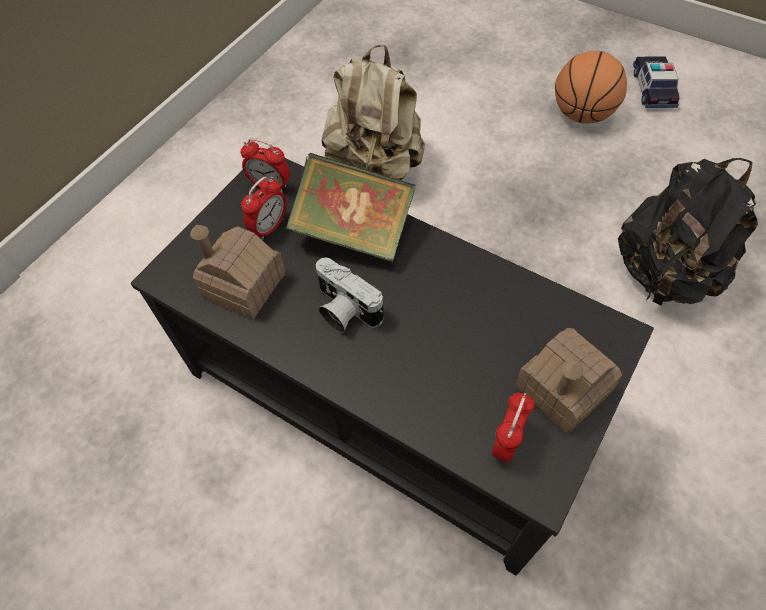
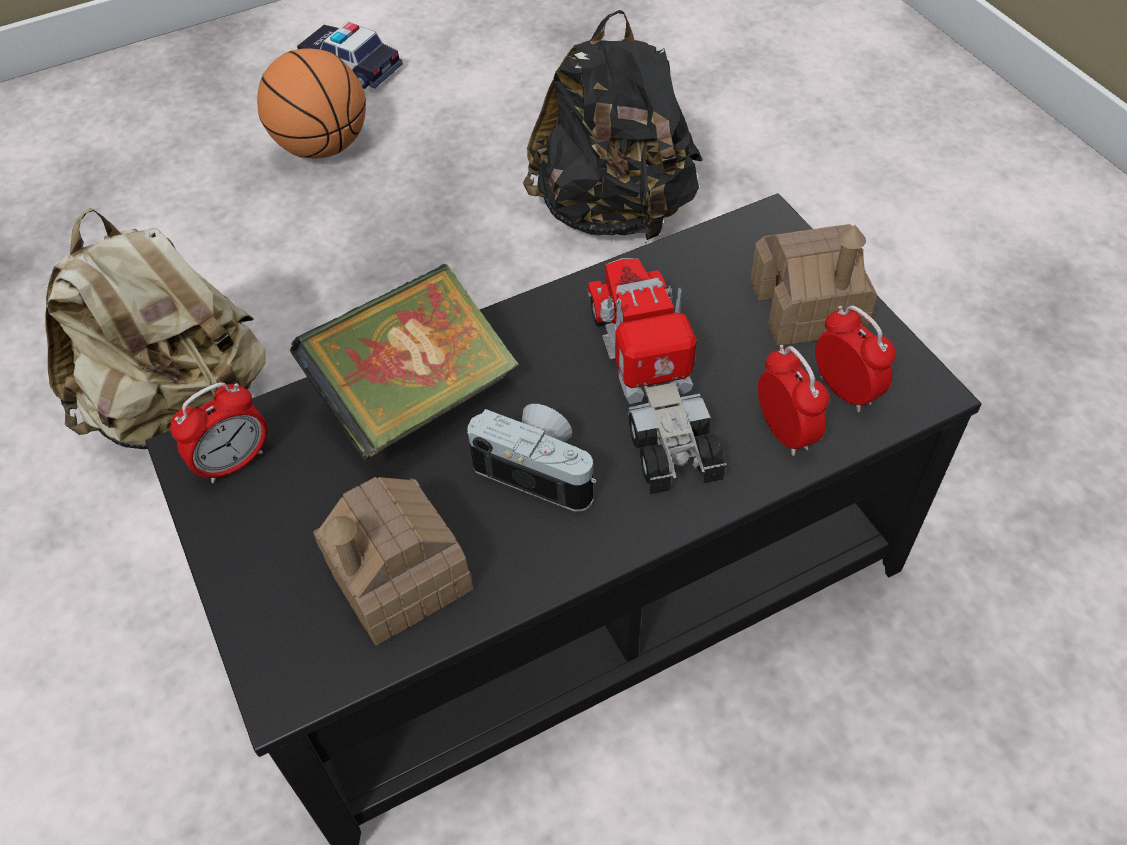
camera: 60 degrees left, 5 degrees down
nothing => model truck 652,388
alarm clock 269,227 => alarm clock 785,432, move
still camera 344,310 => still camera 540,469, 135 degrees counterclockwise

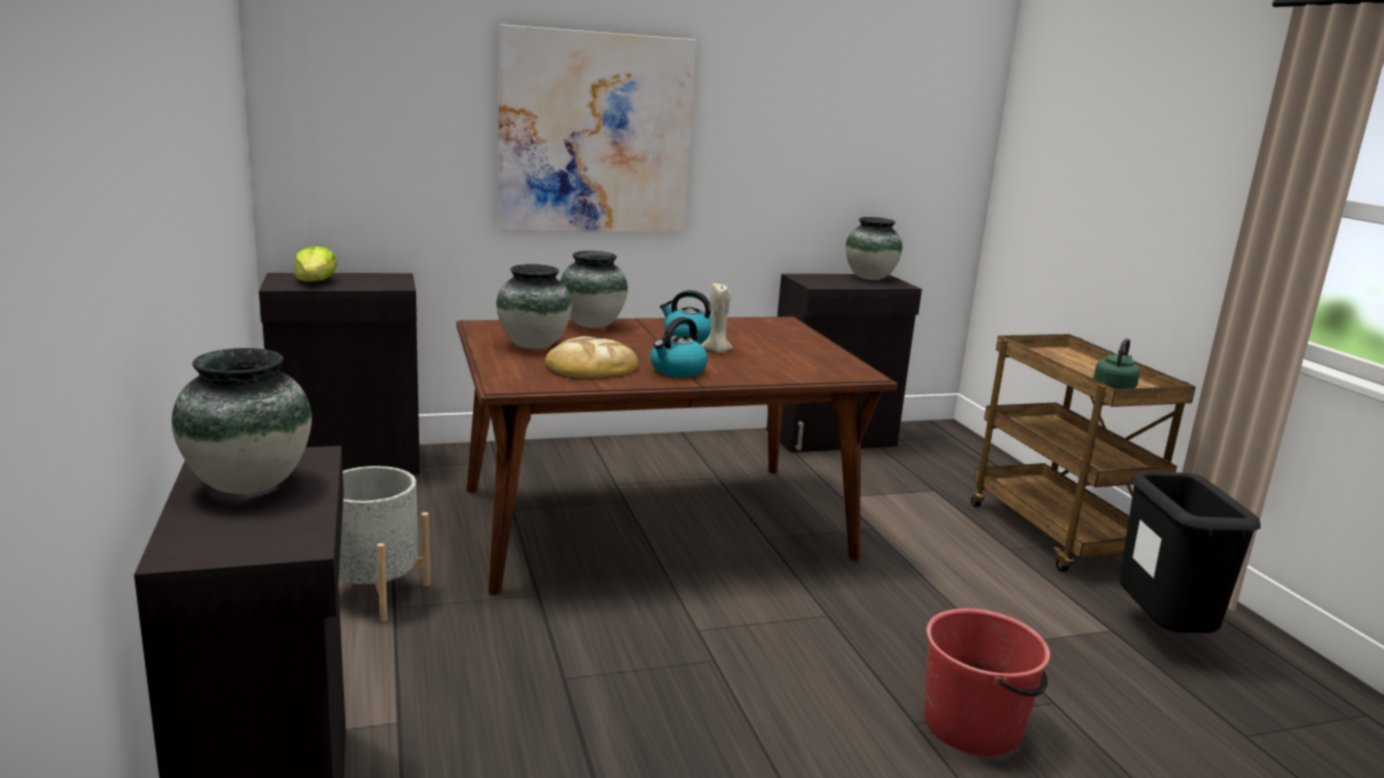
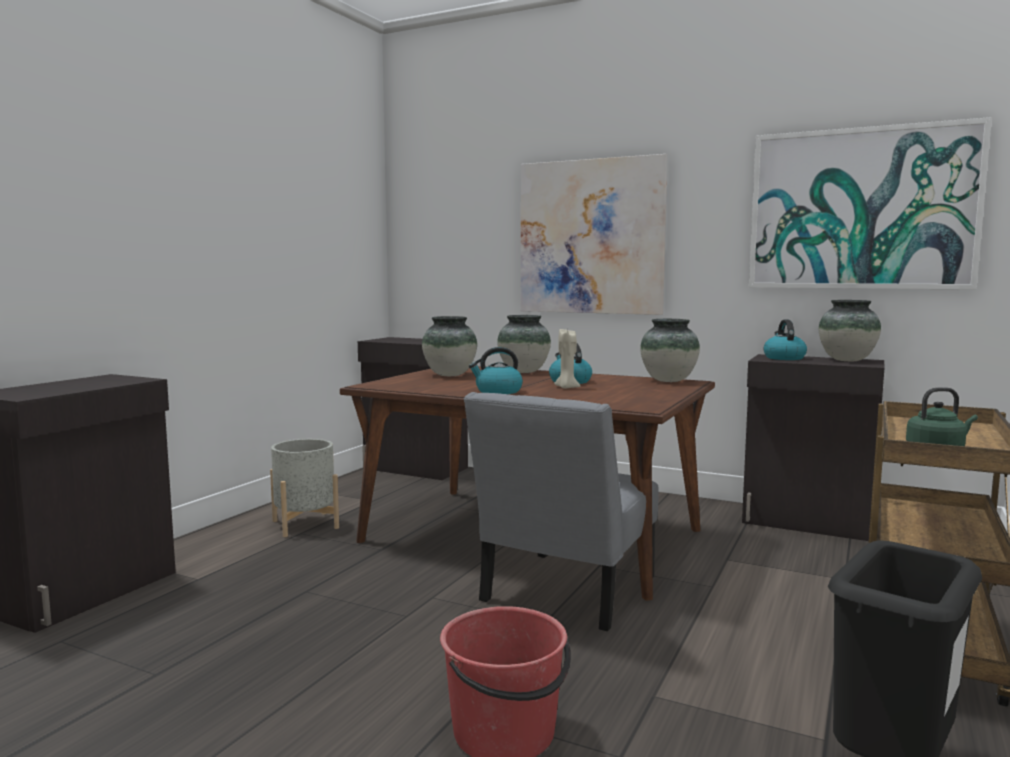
camera: 45 degrees right, 10 degrees down
head of lettuce 315,282 => nothing
bread 590,366 => nothing
nothing => gray chair 564,593
nothing => wall picture 861,209
nothing => water kettle 783,358
vase 248,485 => vase 668,380, move

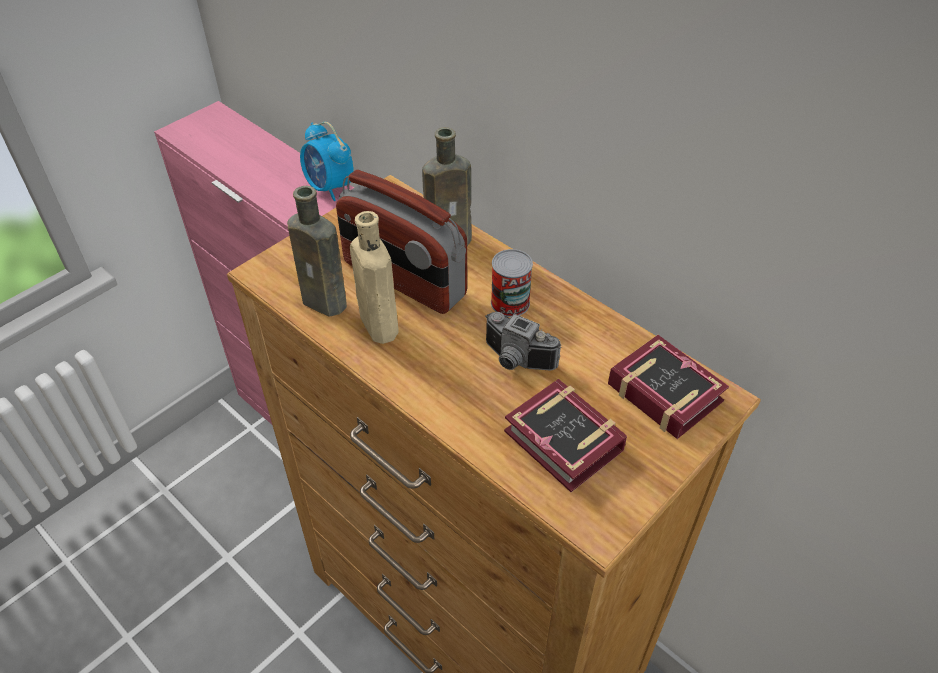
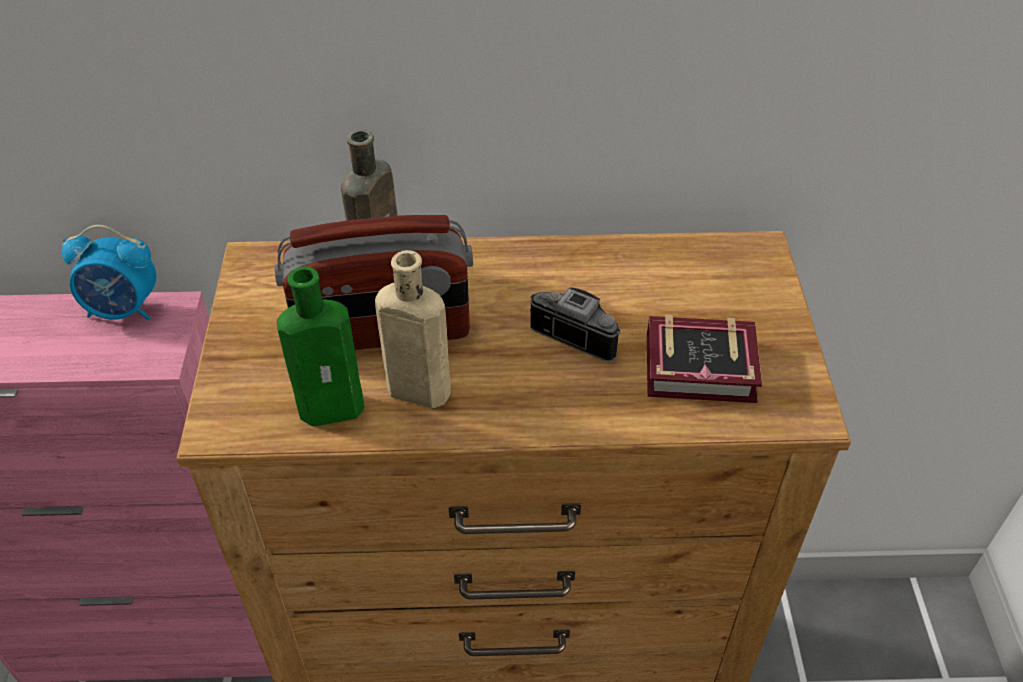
camera: 45 degrees left, 0 degrees up
sealed can 510,303 => nothing
volume 663,389 => nothing
brown bottle 327,303 => green bottle 336,407
still camera 515,361 => still camera 579,332, 135 degrees counterclockwise

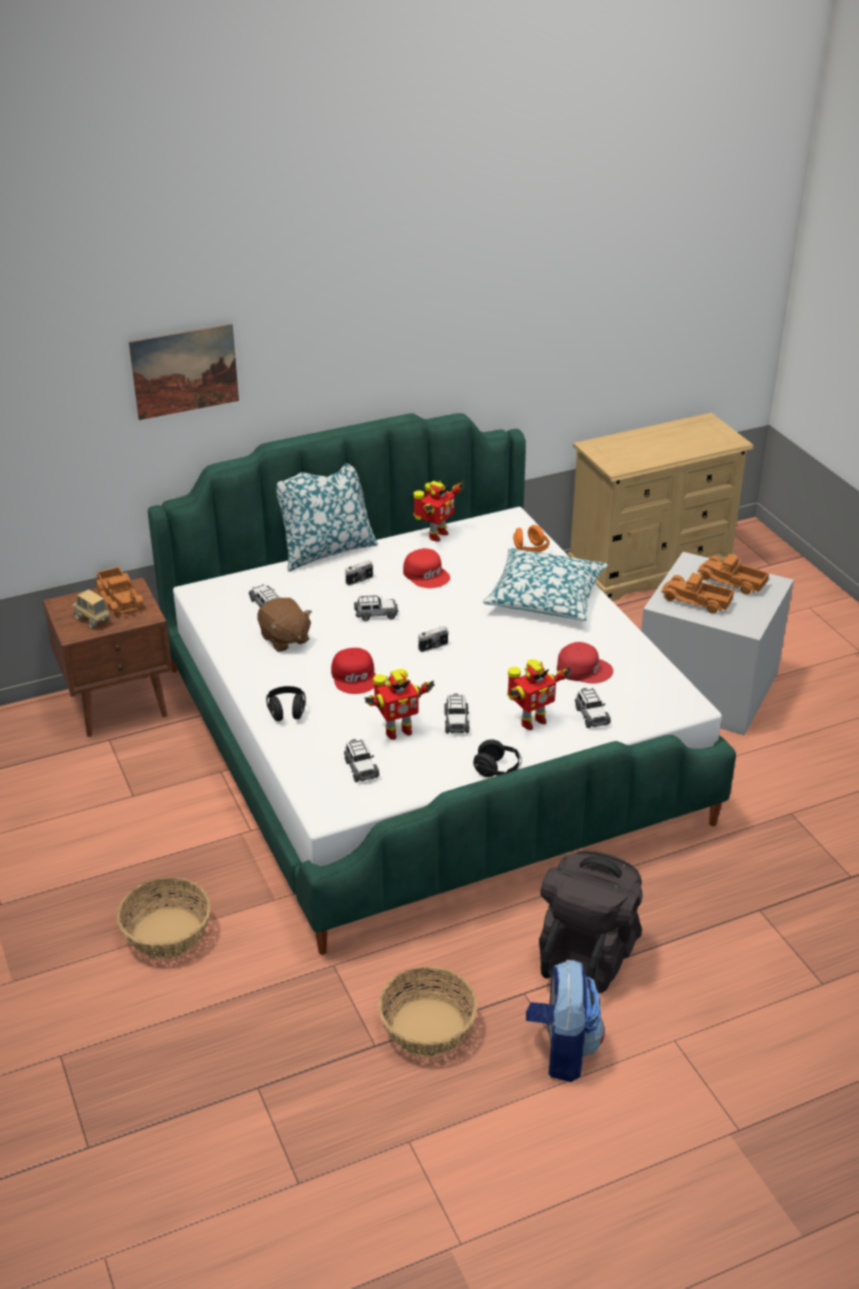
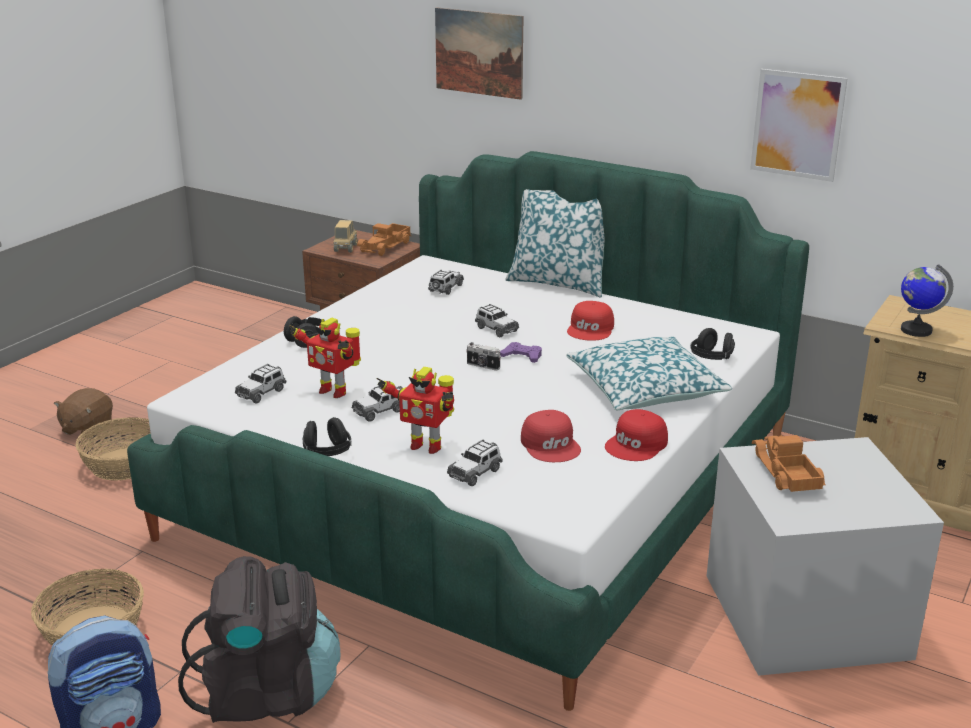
camera: 55 degrees right, 10 degrees down
still camera 360,580 => nothing
robot figure 436,535 => nothing
model truck 731,582 => nothing
nothing => purple gamepad 522,356
nothing => wall picture 797,125
nothing => desk globe 915,330
brown cuddly toy 284,639 => brown cuddly toy 87,428, move
red-coloured peaked cap 355,676 => red-coloured peaked cap 637,444, move
orangey pair of headphones 530,550 => black pair of headphones 711,358

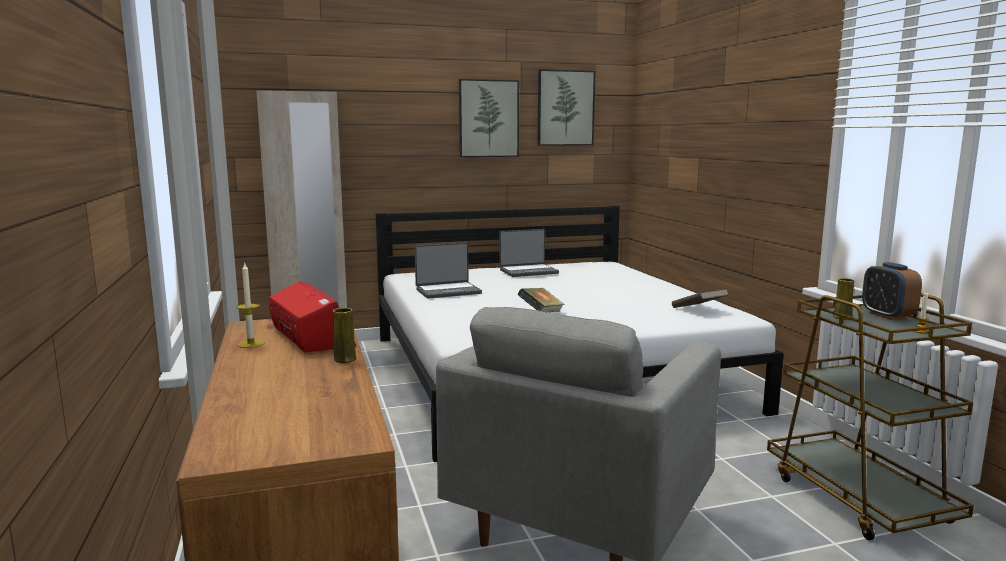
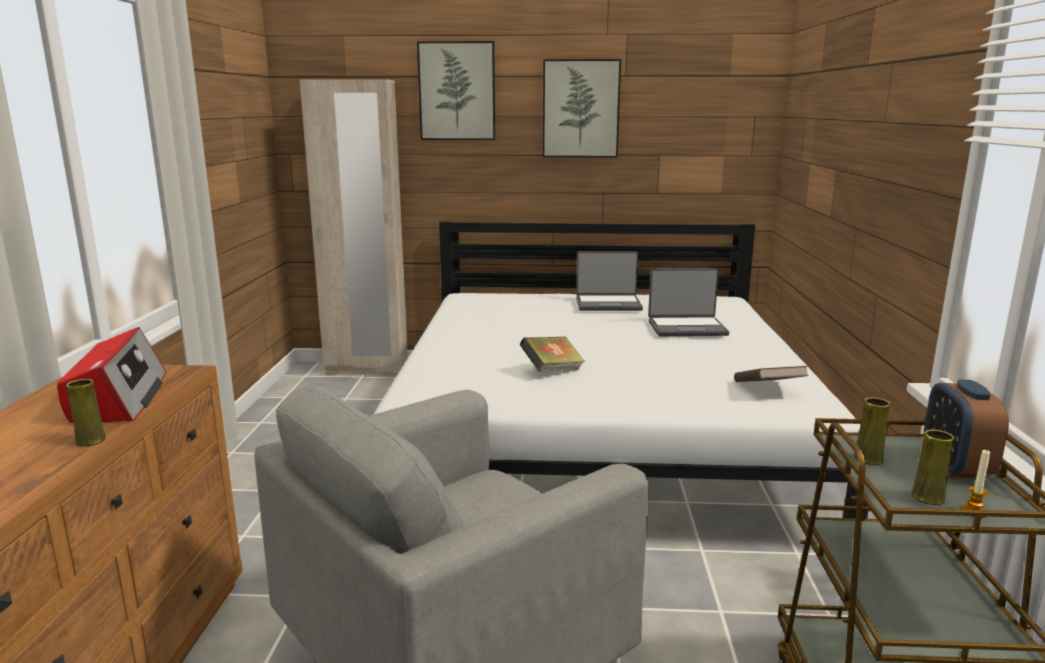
camera: 20 degrees right, 5 degrees up
candle 251,344 => nothing
nothing => yellow-coloured vase 928,498
laptop 448,291 => laptop 687,328, move
wall picture 565,108 => wall picture 457,91, move

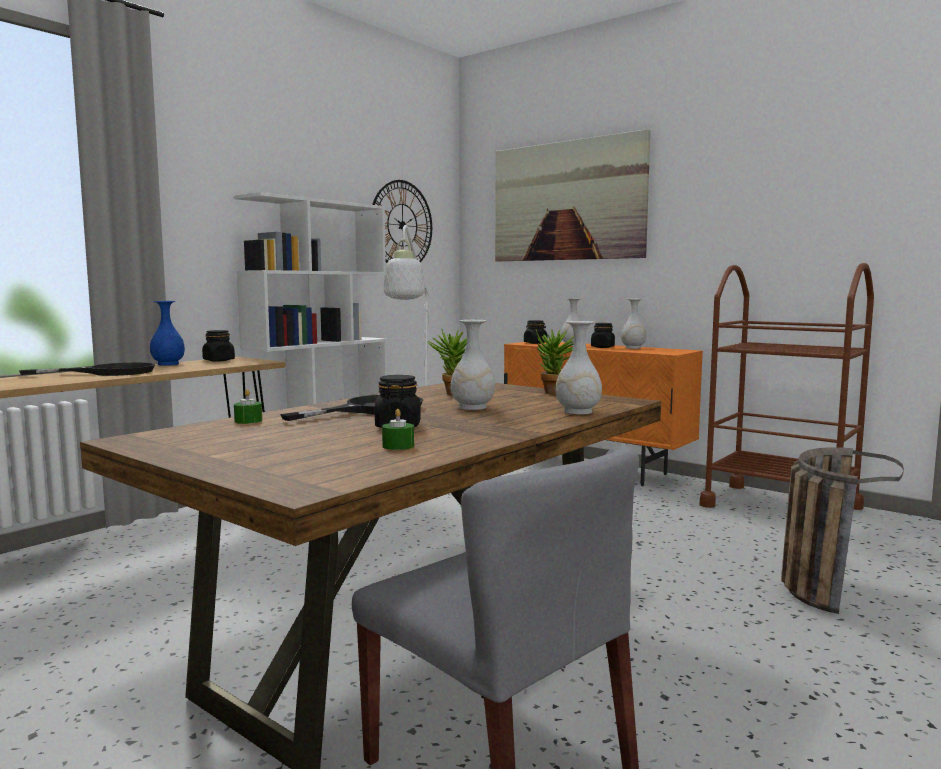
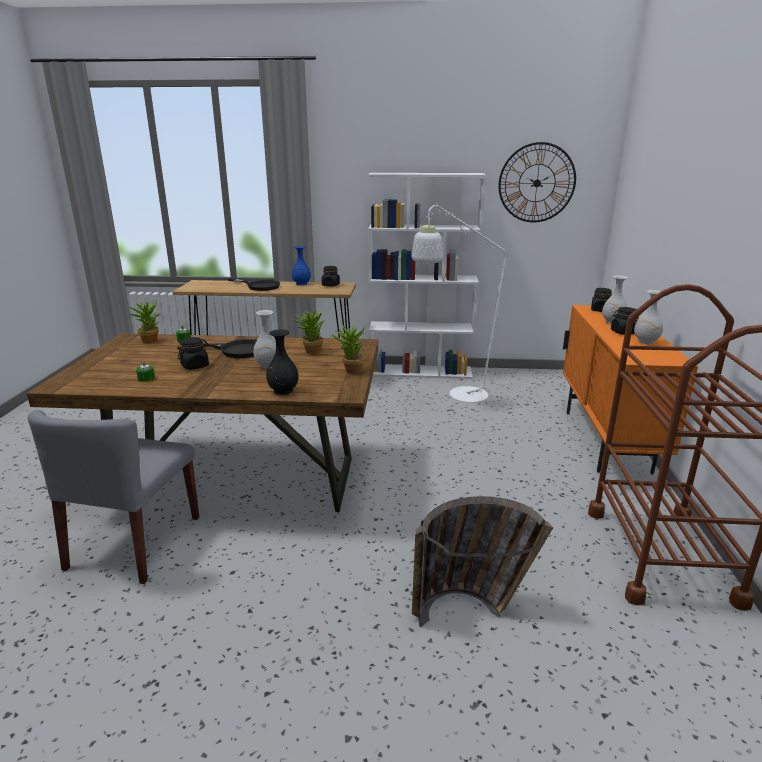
camera: 55 degrees right, 15 degrees up
wall picture 567,201 => nothing
nothing => potted plant 149,340
whitish vase 577,411 => black vase 283,390

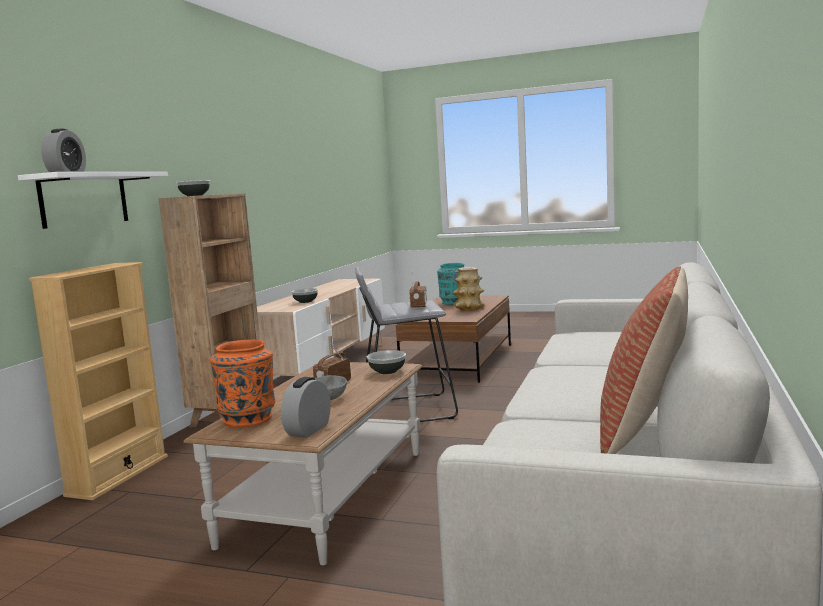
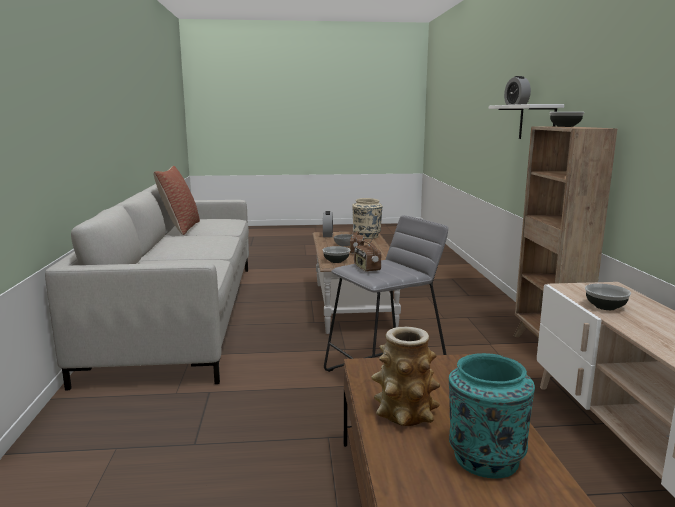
camera: 155 degrees right, 5 degrees up
beige bookshelf 118,475 => nothing
orangey vase 248,418 => beige vase 367,236

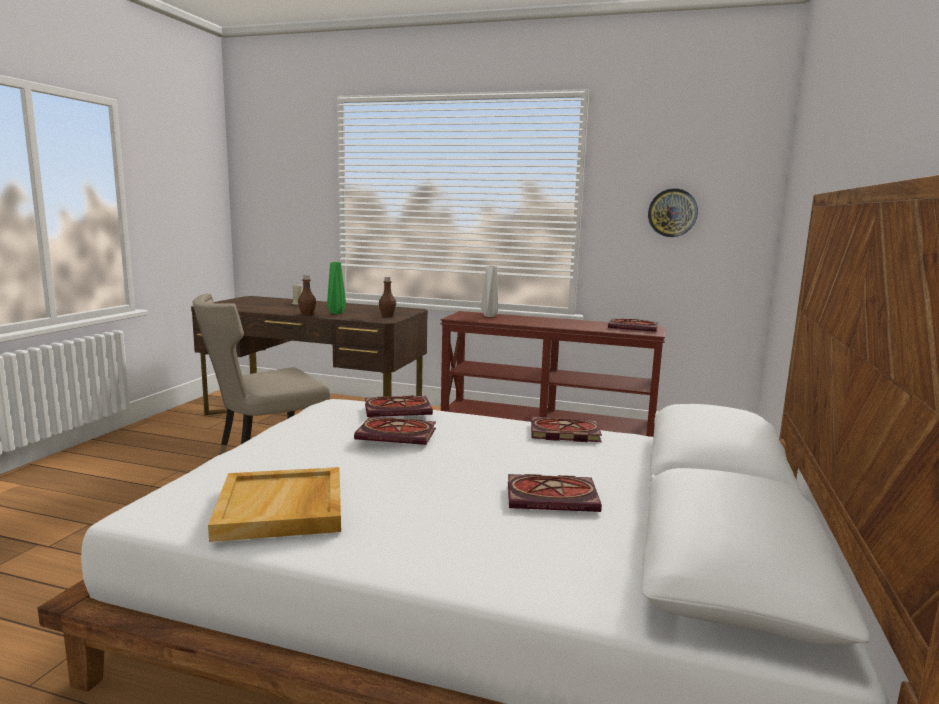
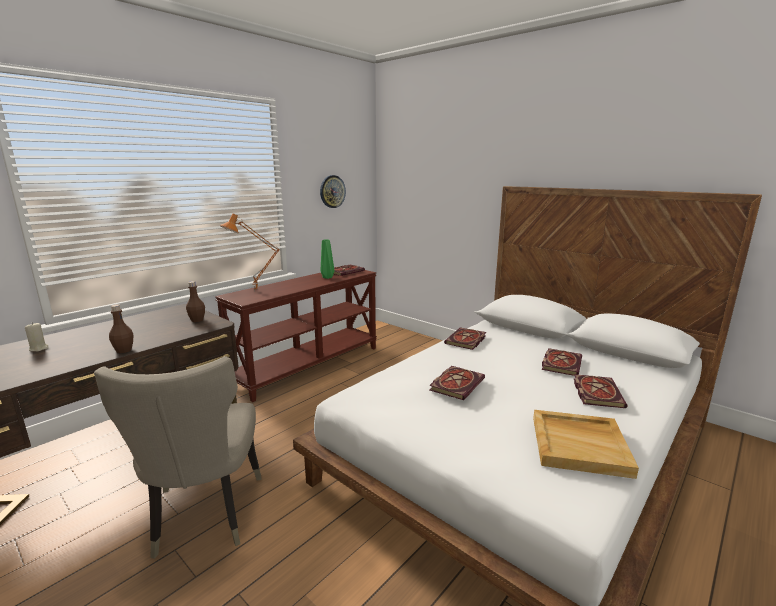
camera: 65 degrees left, 5 degrees up
green vase 337,313 => green vase 328,277, move
volume 399,409 => volume 596,392, move
gray vase 490,316 => orangey tabletop lamp 255,291

